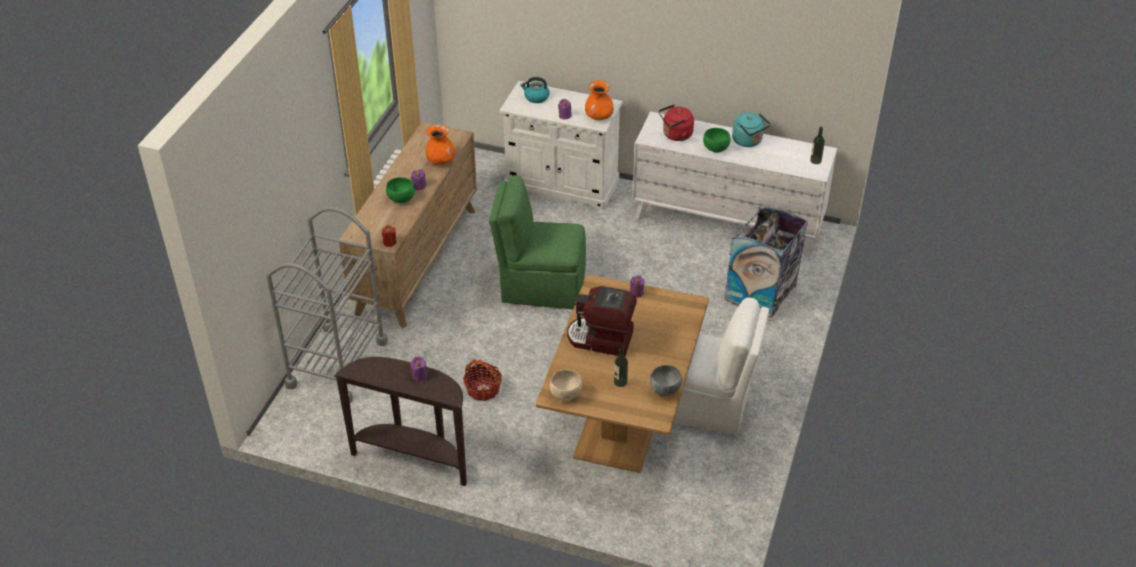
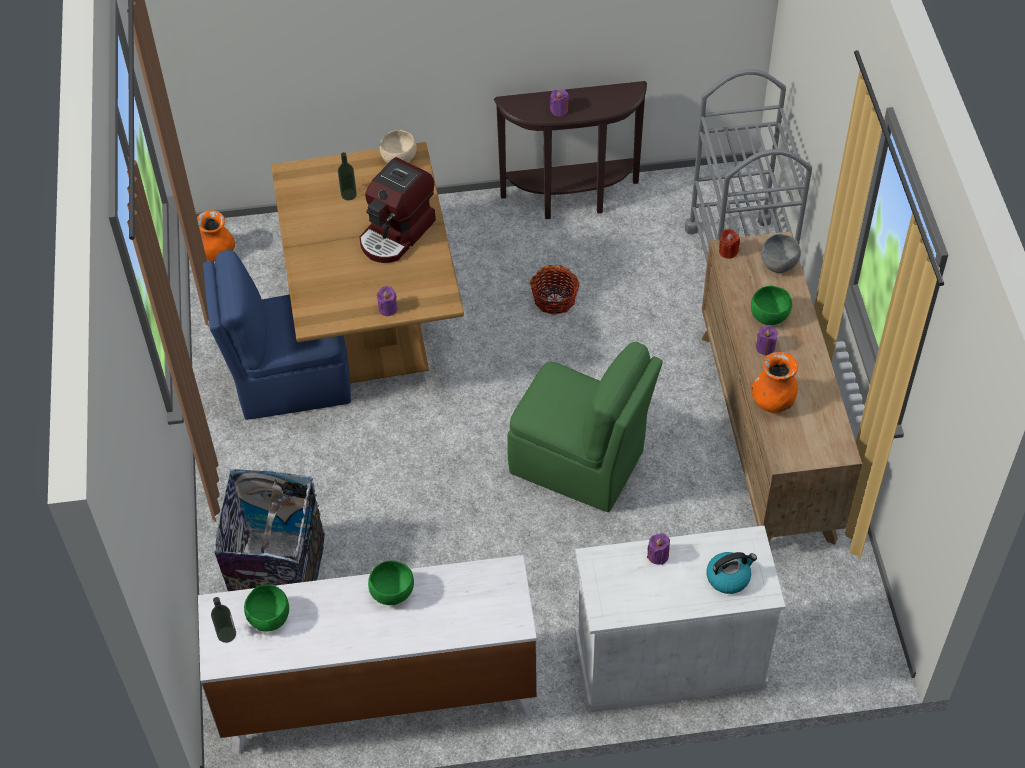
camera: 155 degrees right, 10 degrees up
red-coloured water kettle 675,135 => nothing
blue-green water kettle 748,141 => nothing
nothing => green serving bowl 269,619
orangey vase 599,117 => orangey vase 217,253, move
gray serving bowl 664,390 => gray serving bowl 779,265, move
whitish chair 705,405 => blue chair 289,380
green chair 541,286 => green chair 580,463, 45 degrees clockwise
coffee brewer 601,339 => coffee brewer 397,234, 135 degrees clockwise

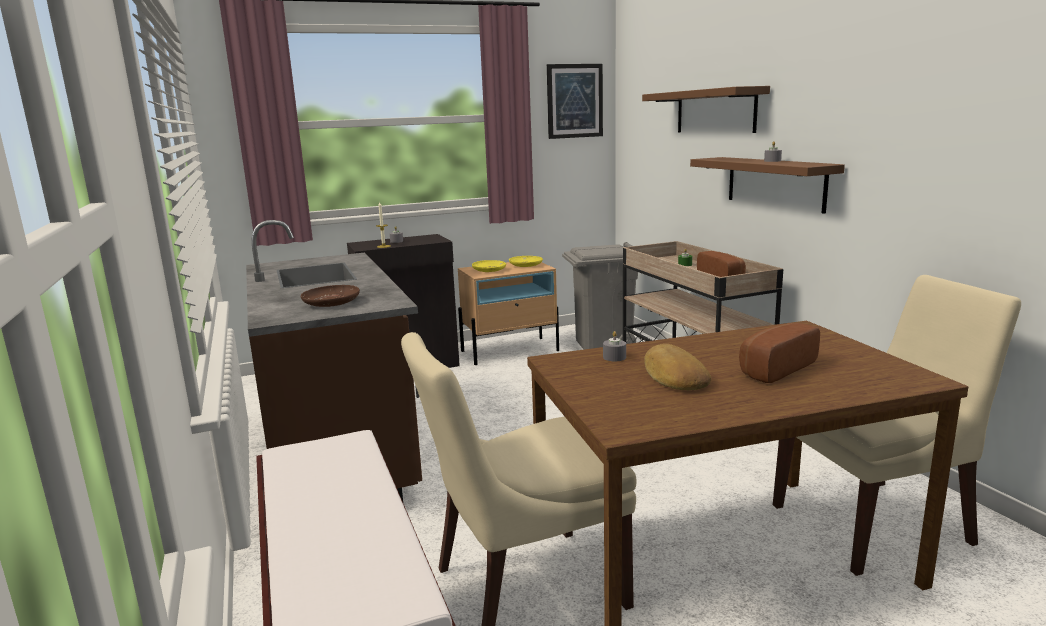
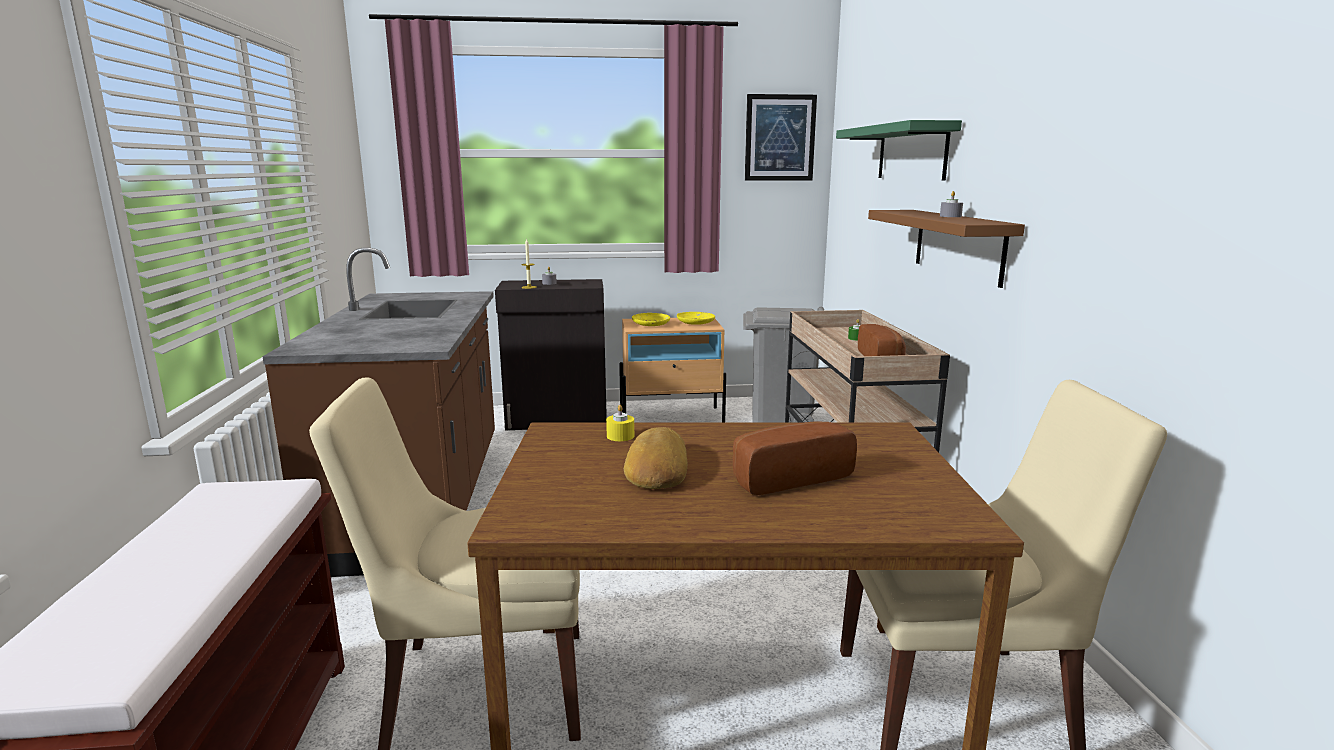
camera: 15 degrees right, 0 degrees up
brown flat dish 331,303 => nothing
gray candle 614,357 => yellow-coloured candle 620,436
brown wall shelf 715,111 => green wall shelf 911,152

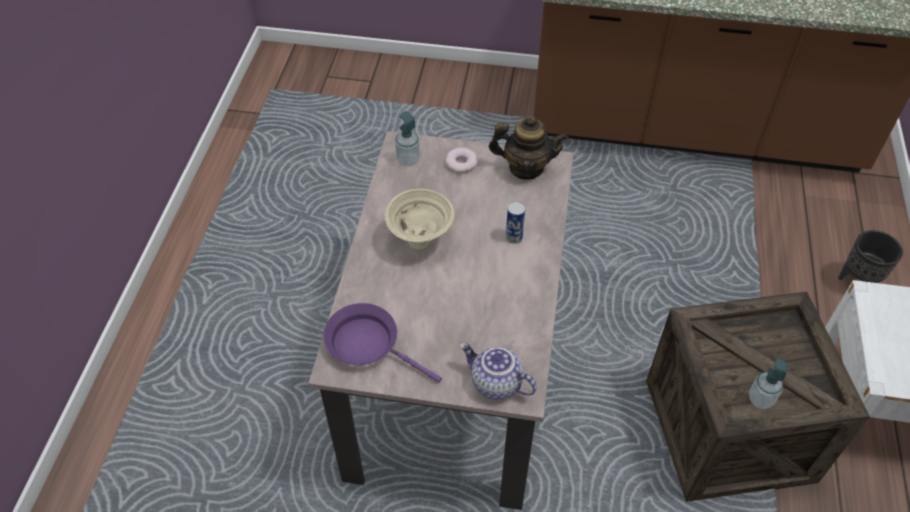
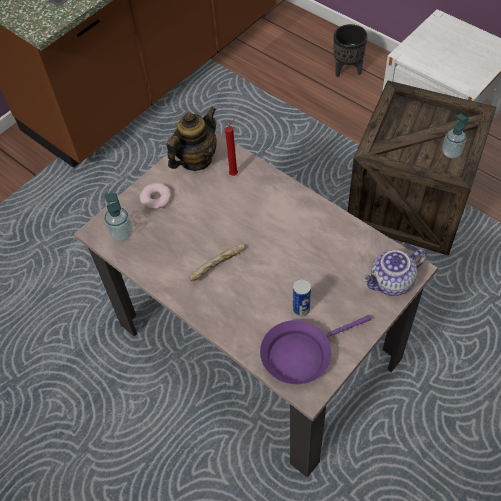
camera: 55 degrees left, 5 degrees up
nothing => red-coloured candle 235,174
sealed can 514,237 => sealed can 301,309, move
beige serving bowl 421,241 => bread 218,266

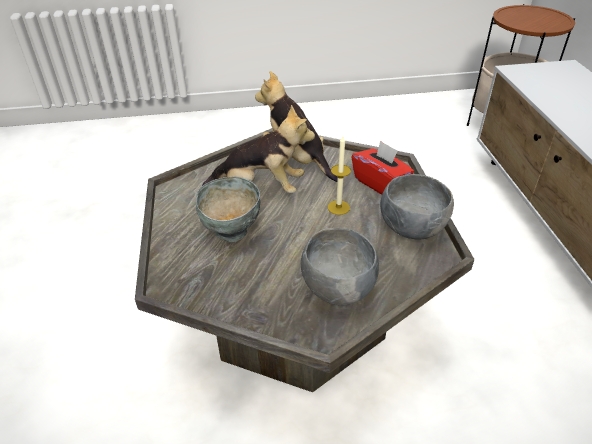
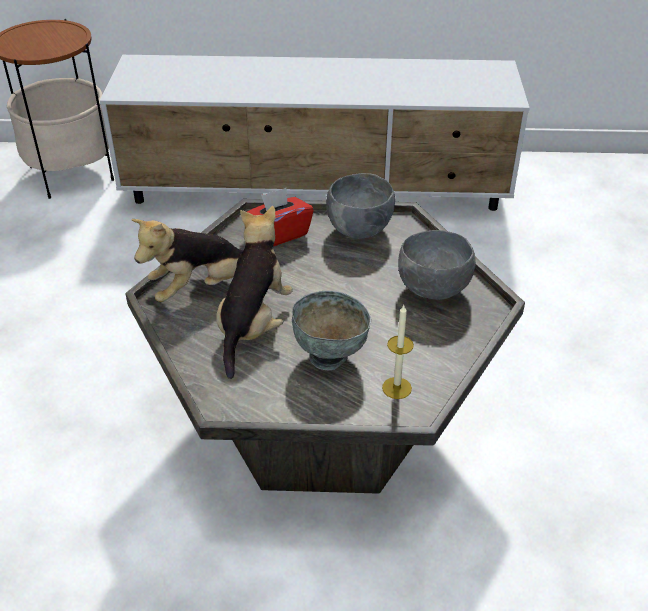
camera: 80 degrees left, 0 degrees up
candle 338,207 => candle 396,388, move

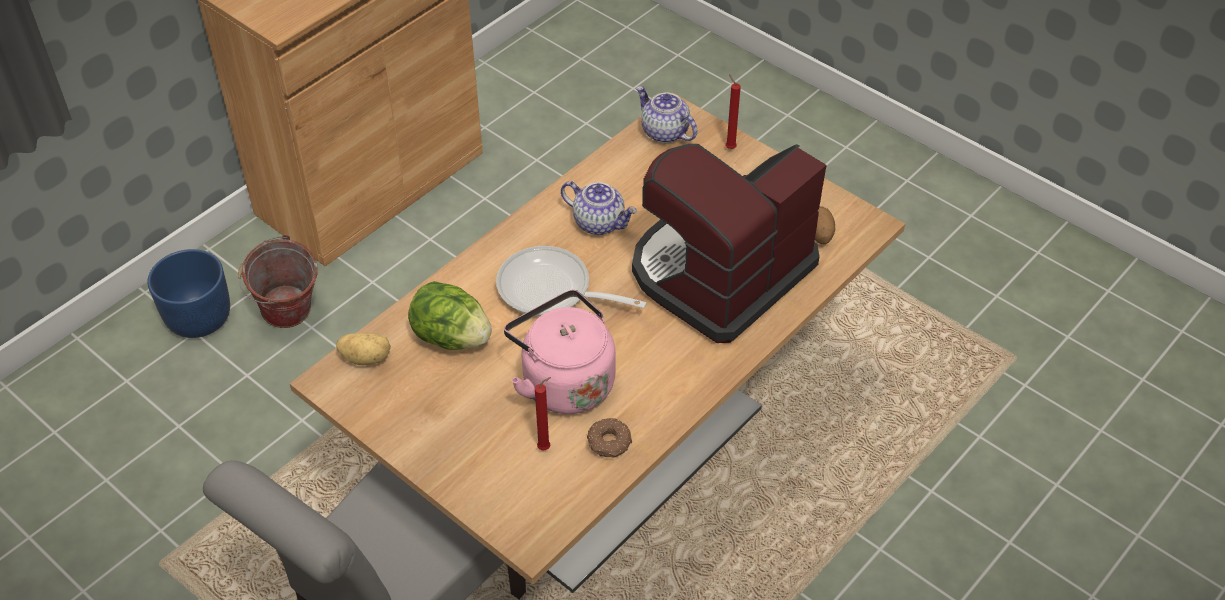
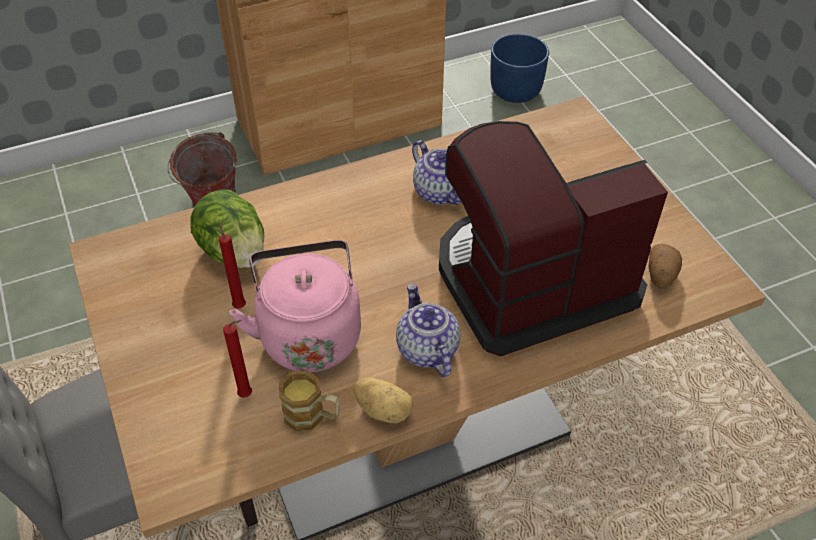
camera: 25 degrees right, 0 degrees up
frying pan 552,291 => nothing
blue planter 199,318 => blue planter 516,91, move
potato 366,357 => potato 384,409, move
tea pot 664,132 => tea pot 426,349, move
red-coloured candle 729,147 => red-coloured candle 239,305, move
ring doughnut 609,443 => coffee mug 312,415

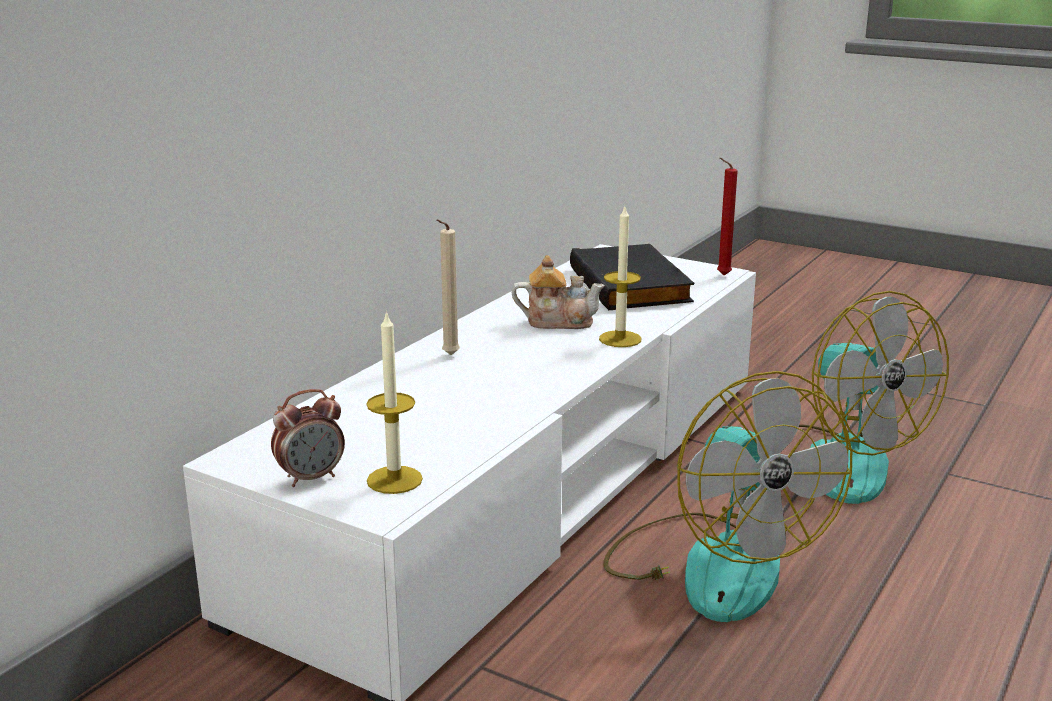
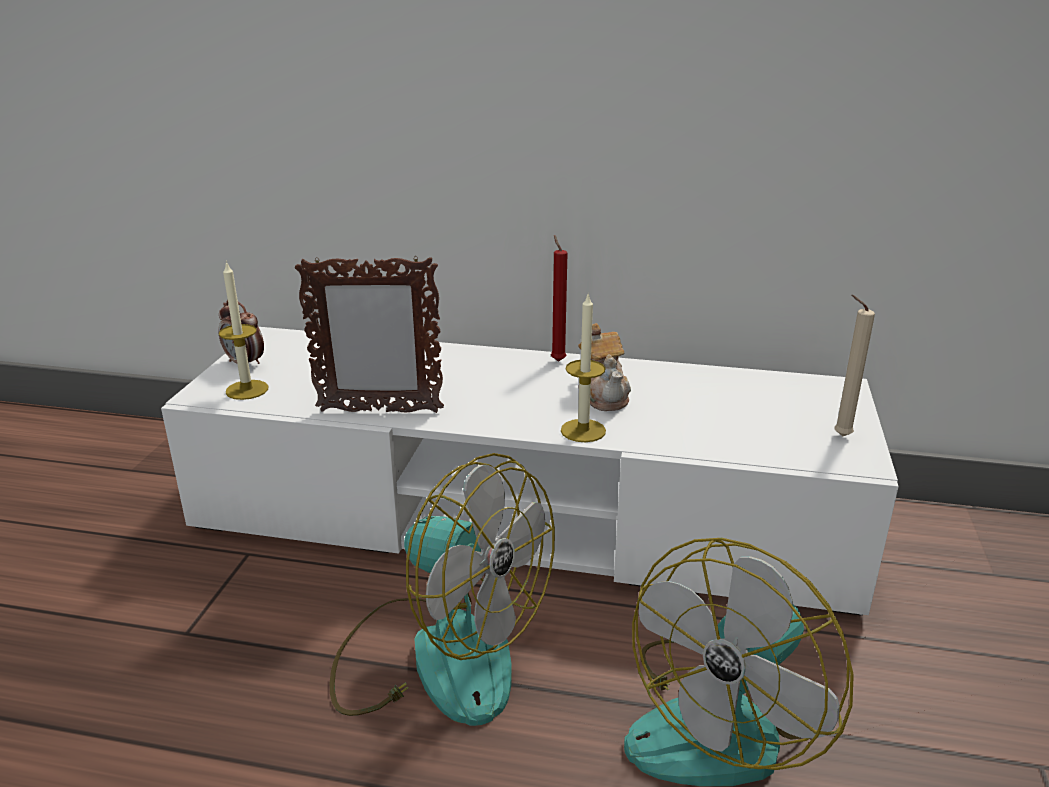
camera: 70 degrees right, 5 degrees up
black volume 632,285 => nothing
nothing => picture frame 379,411
beige candle 448,356 => beige candle 839,435, move
red-coloured candle 721,275 => red-coloured candle 557,360, move
cooling fan 714,564 => cooling fan 439,655, 105 degrees counterclockwise

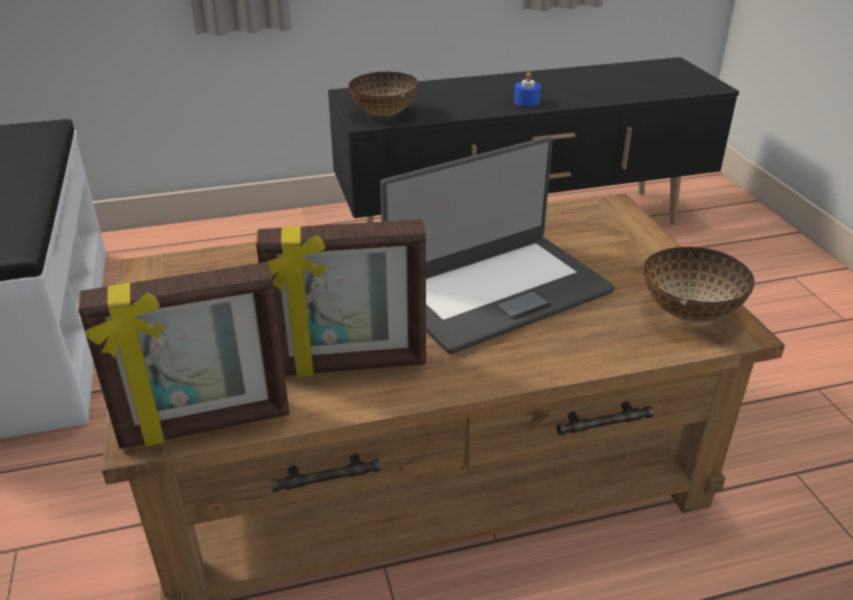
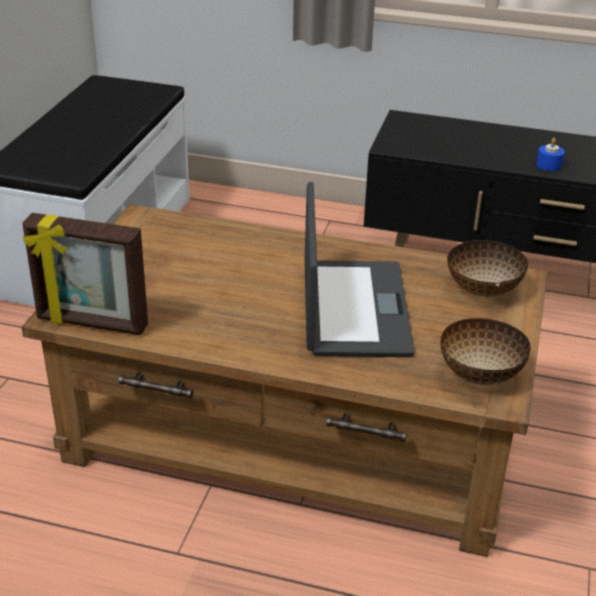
camera: 30 degrees right, 0 degrees up
picture frame 350,365 => nothing
serving bowl 383,113 => serving bowl 482,290, move
laptop 496,290 => laptop 352,308, 90 degrees counterclockwise

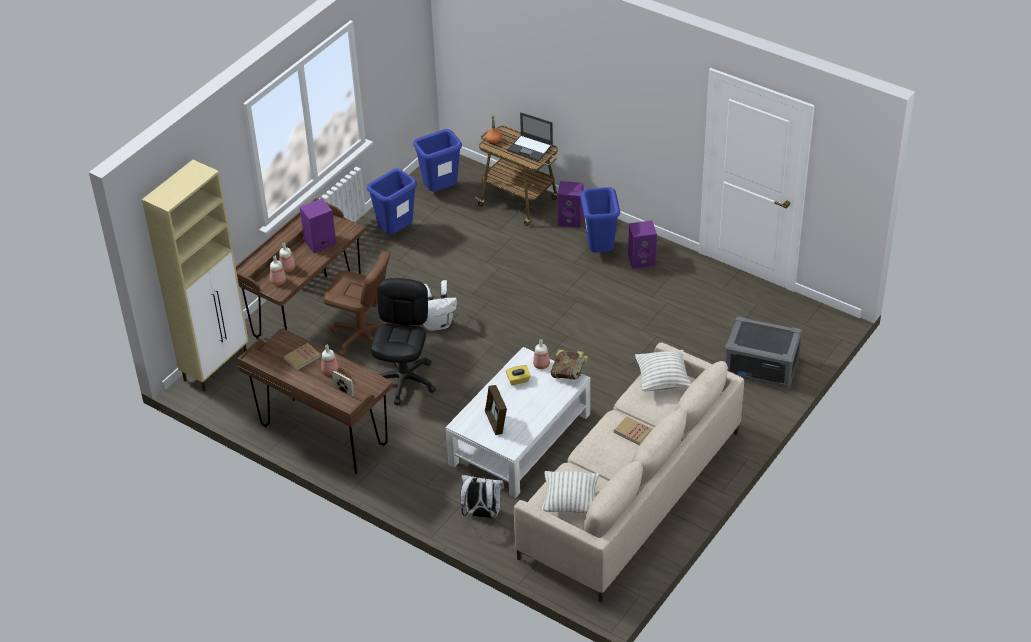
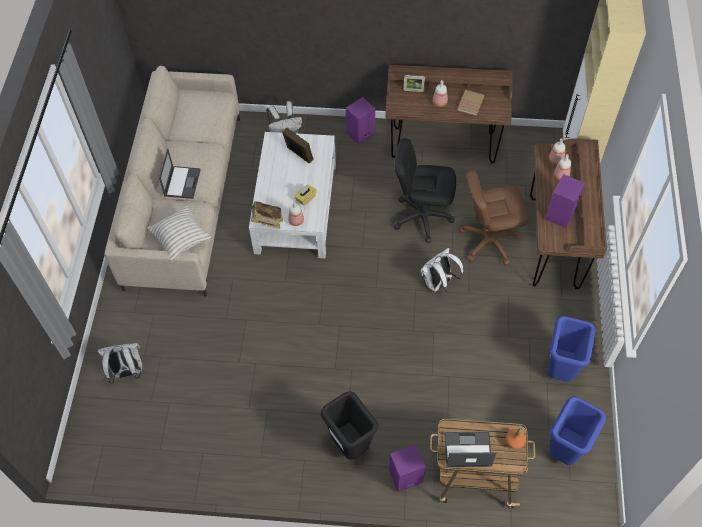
camera: 150 degrees right, 15 degrees up
cushion 570,502 => nothing
purple speaker 642,260 => purple speaker 360,134, move
volume 633,431 => laptop 182,182
gray storage container 761,366 => whitish knapsack 127,372
blue trash can 600,251 => black trash can 350,445
black office chair 404,380 => black office chair 422,217, 120 degrees clockwise

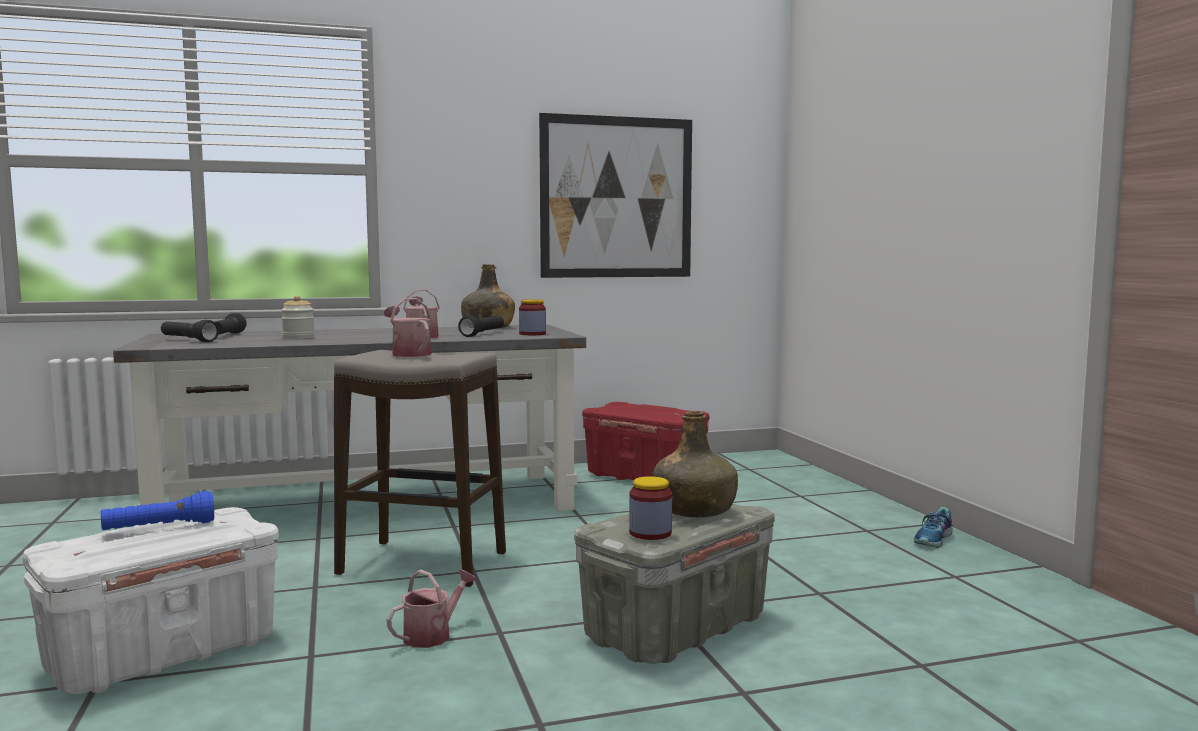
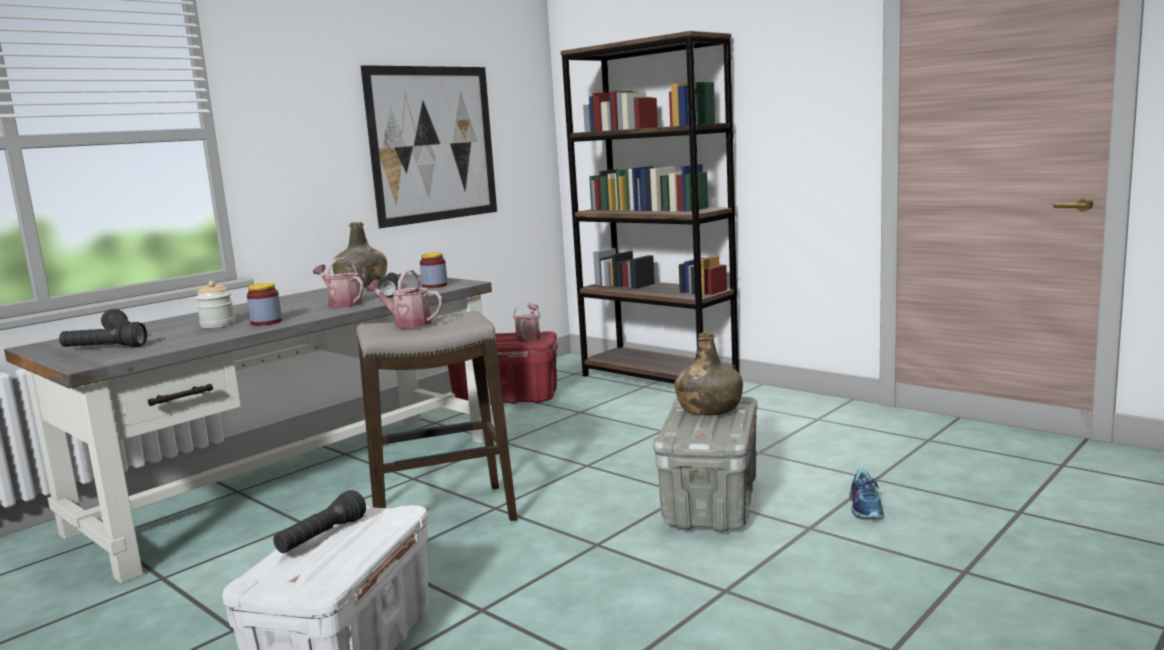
camera: 30 degrees left, 5 degrees up
nothing => brown bookshelf 658,379
watering pot 432,634 => watering pot 529,338, move
storage jar 650,533 => storage jar 266,322, move
item of footwear 934,539 => item of footwear 866,508, move
blue torch 159,528 => black torch 321,537

